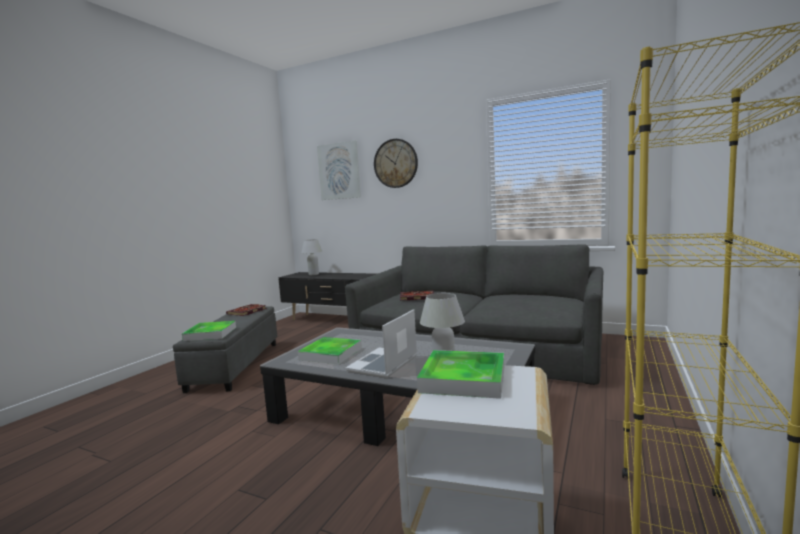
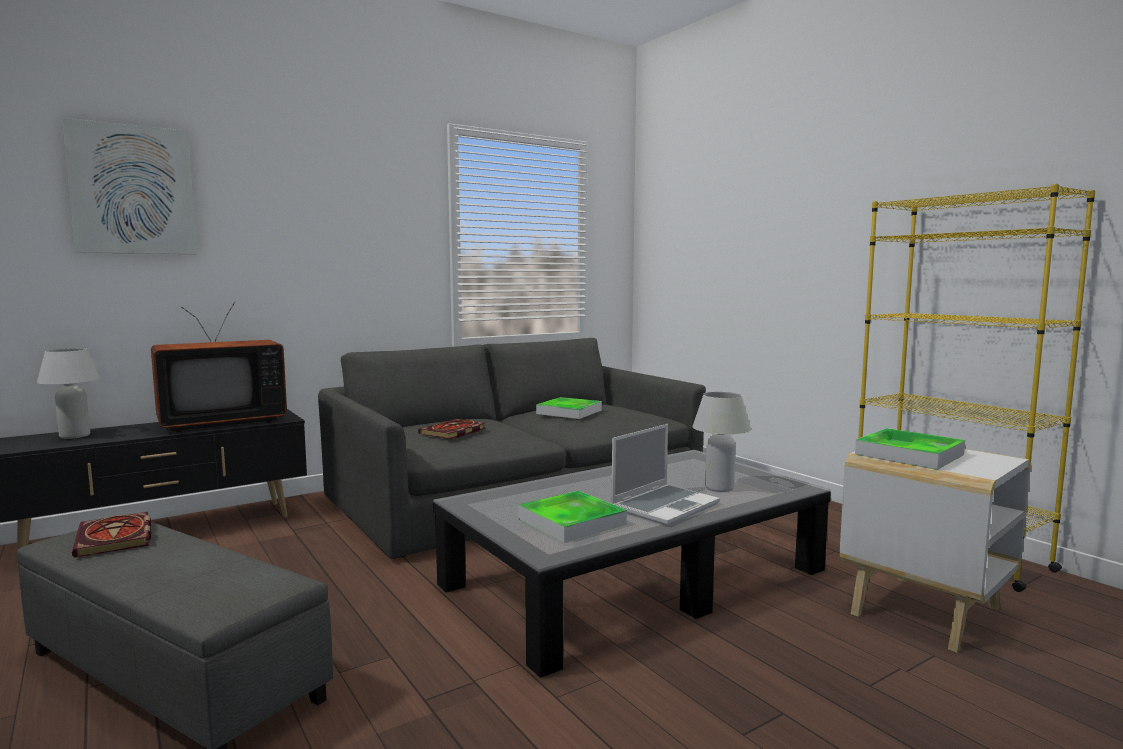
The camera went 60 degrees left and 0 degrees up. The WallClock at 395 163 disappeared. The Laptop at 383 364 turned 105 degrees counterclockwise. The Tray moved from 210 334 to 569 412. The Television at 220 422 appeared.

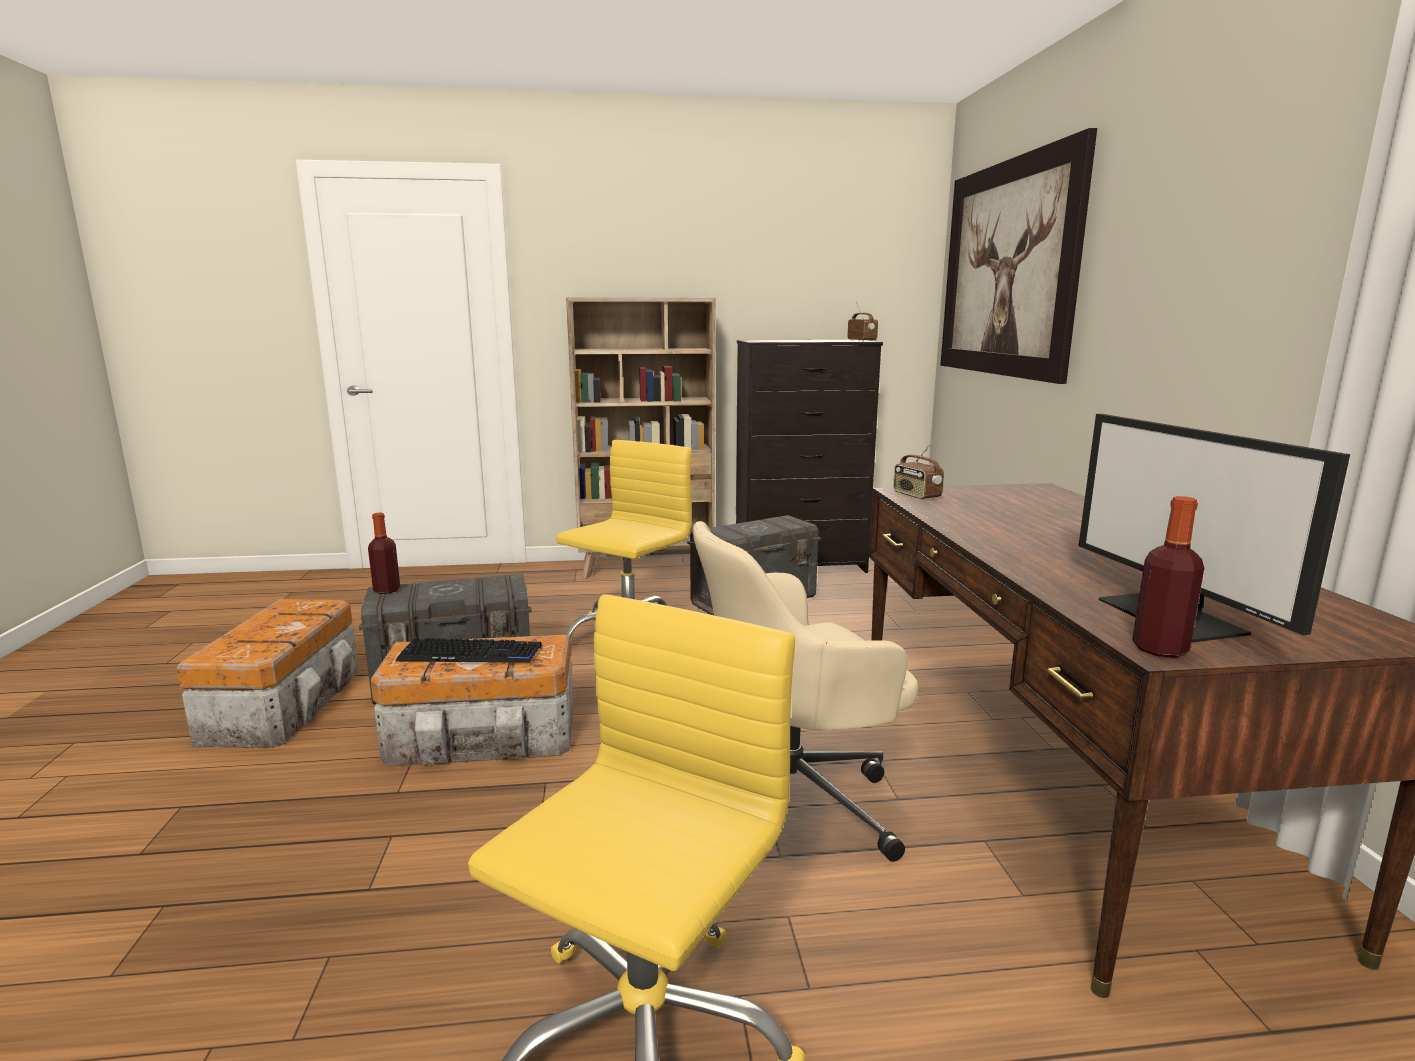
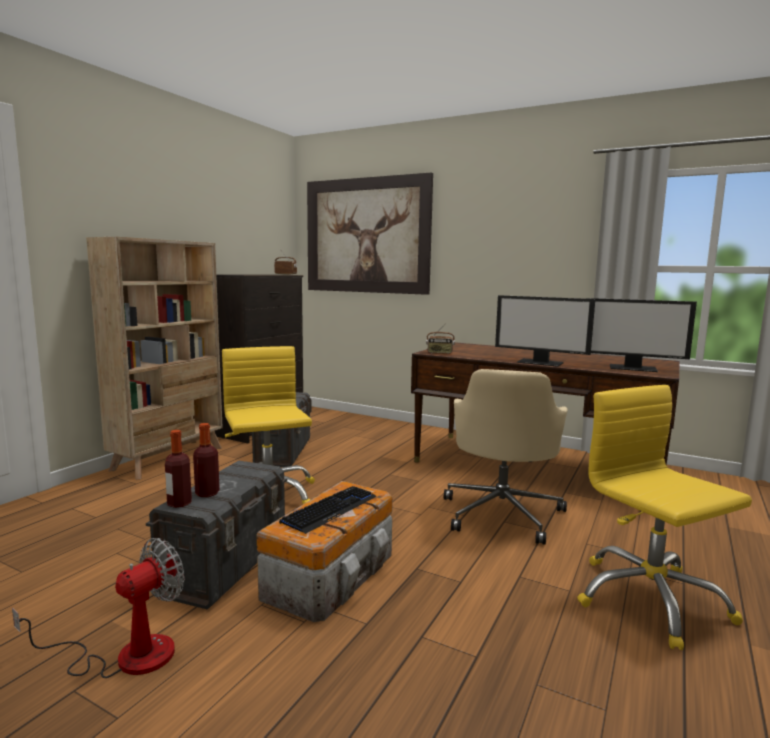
The camera went 55 degrees left and 5 degrees down. The Bottle moved from 1159 649 to 207 493. The StorageBox at 287 703 was replaced by the Fan at 126 655. The Monitor at 540 362 appeared.

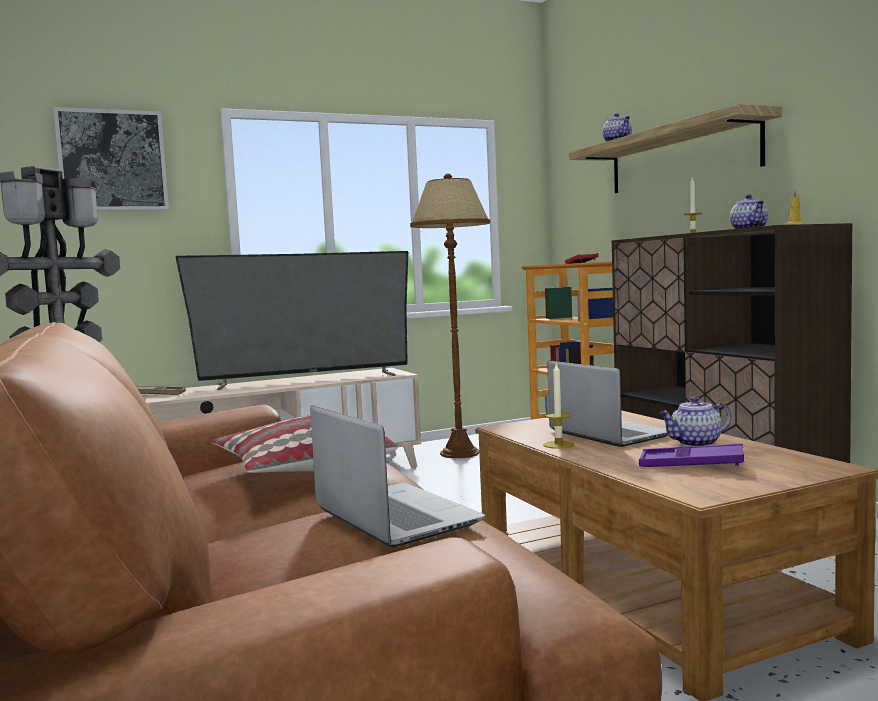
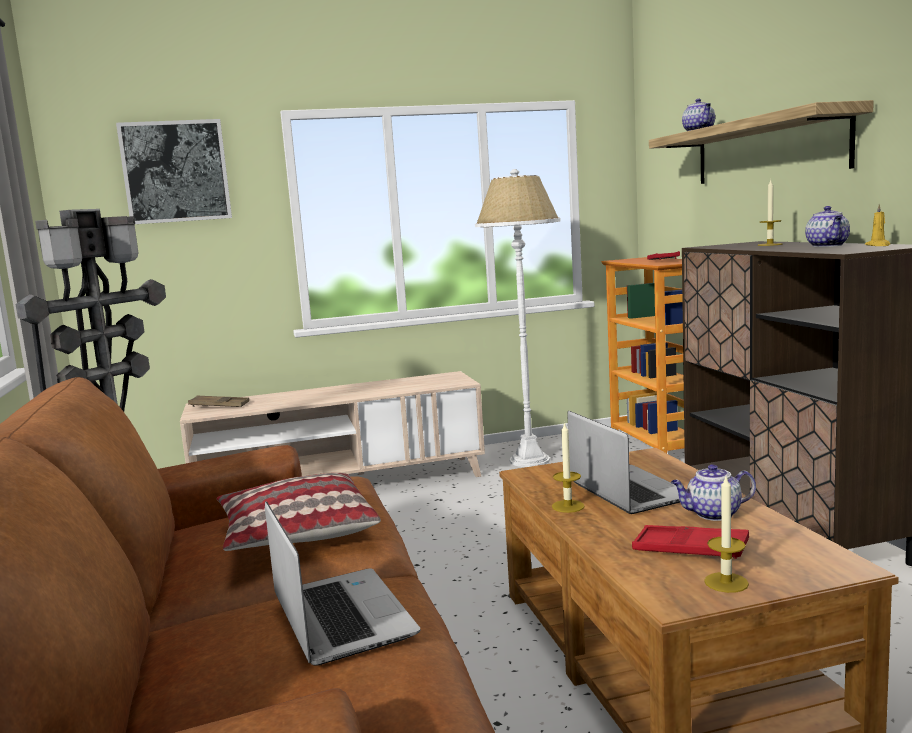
The camera went 10 degrees right and 5 degrees up. The BrownFloorLamp at 460 453 became the WhiteFloorLamp at 530 460. The Television at 306 380 disappeared. The PurpleTray at 691 464 became the RedTray at 690 549. The Candle at 726 582 appeared.

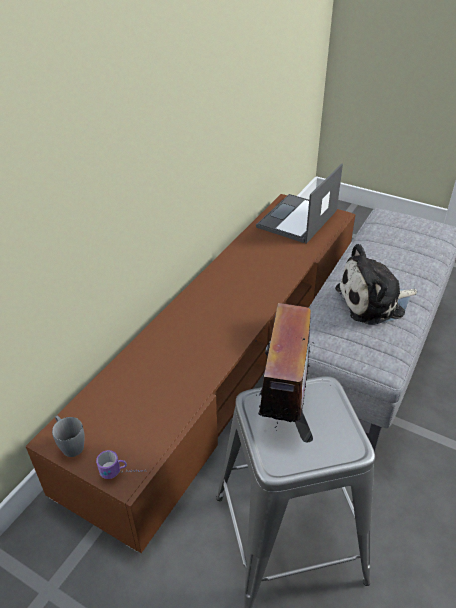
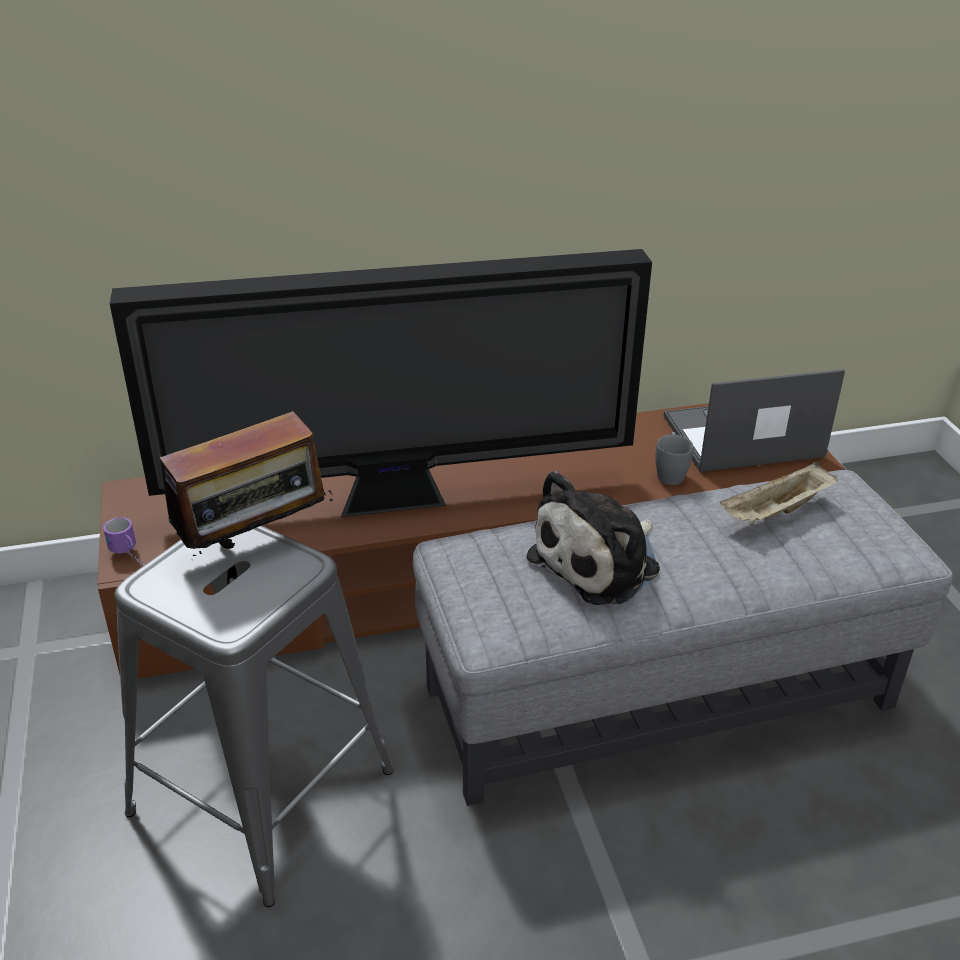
The camera went 45 degrees right and 5 degrees down. The PlushToy at 374 302 turned 75 degrees counterclockwise. The GreyMug moved from 70 444 to 670 473. The Television at 399 501 appeared. The BeigeTray at 776 513 appeared.

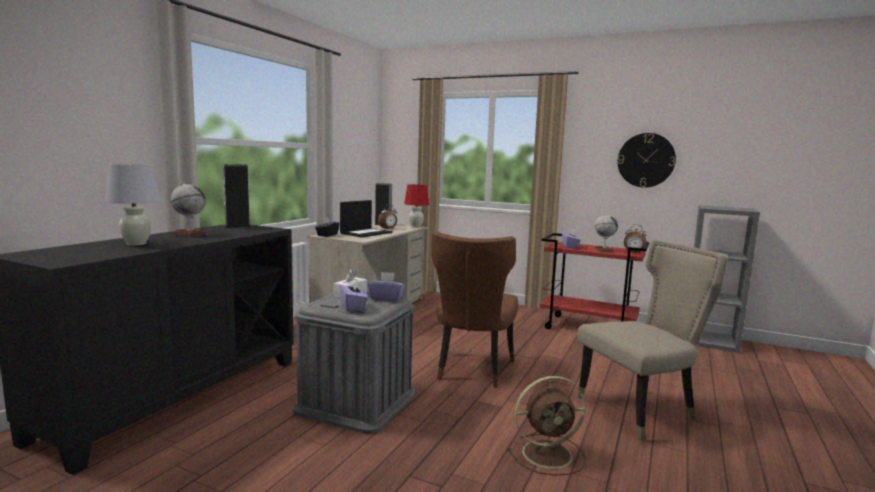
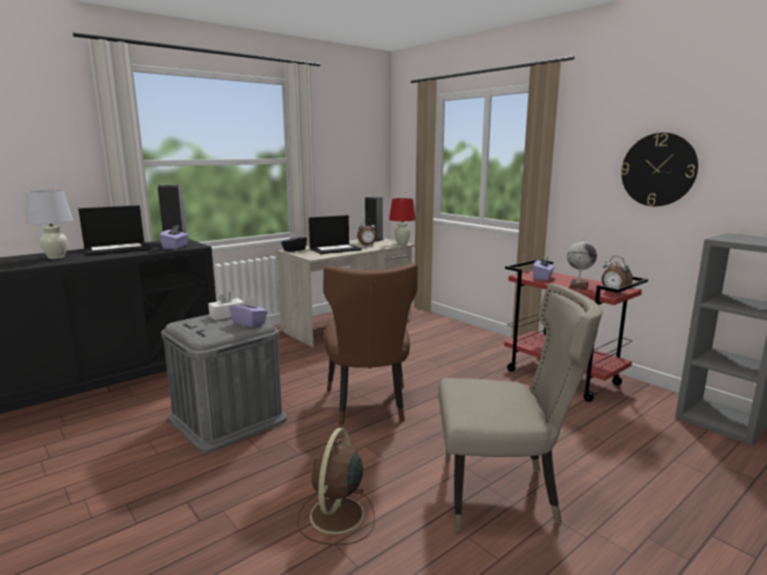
The camera went 25 degrees right and 5 degrees up. The Globe at 190 234 was replaced by the Laptop at 117 249. The BrownChair at 471 370 turned 45 degrees counterclockwise. The PurpleTissueBox moved from 353 307 to 175 247. The BrownFan at 549 454 turned 90 degrees clockwise.

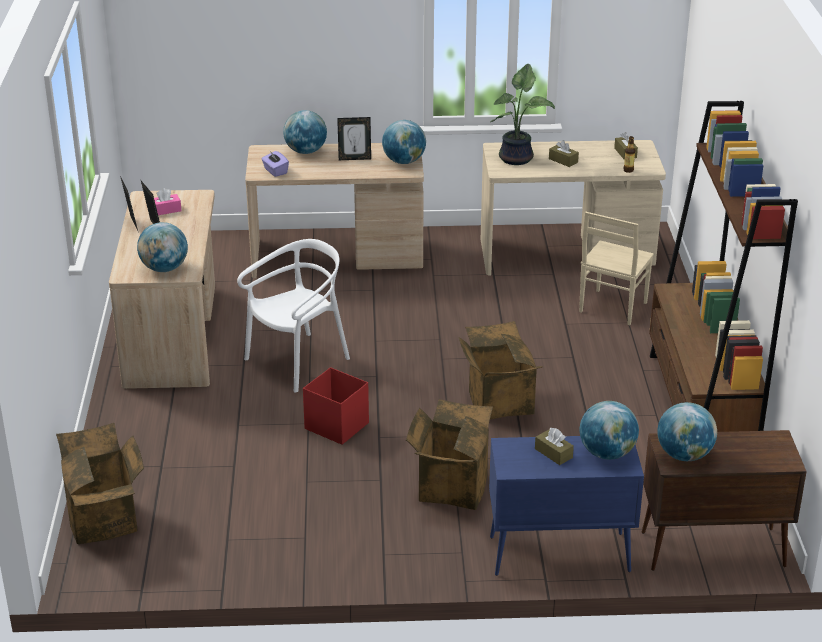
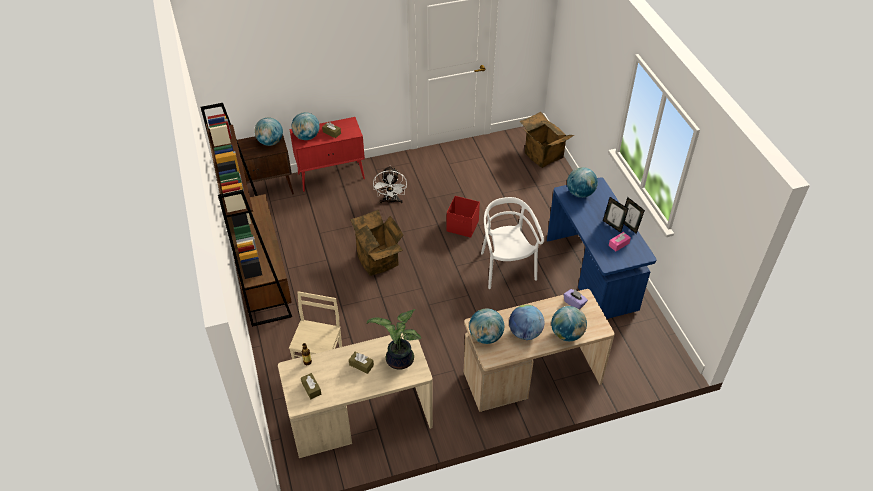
The camera went 165 degrees right and 15 degrees up. The PictureFrame at 354 158 was replaced by the Globe at 525 333. The BeigeDesk at 173 335 became the BlueDesk at 593 273. The WhiteChair at 298 362 turned 135 degrees clockwise. The CardboardBox at 449 487 was replaced by the WhiteFan at 391 201. The BlueCabinet at 558 554 became the RedCabinet at 332 176.

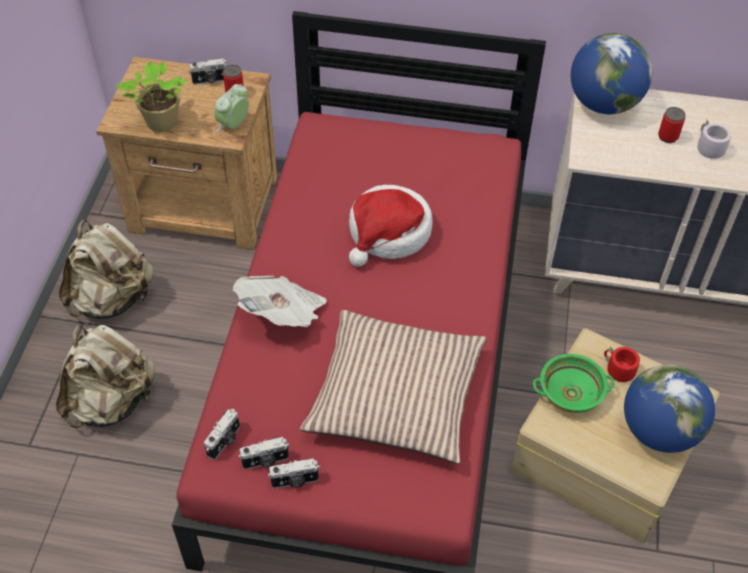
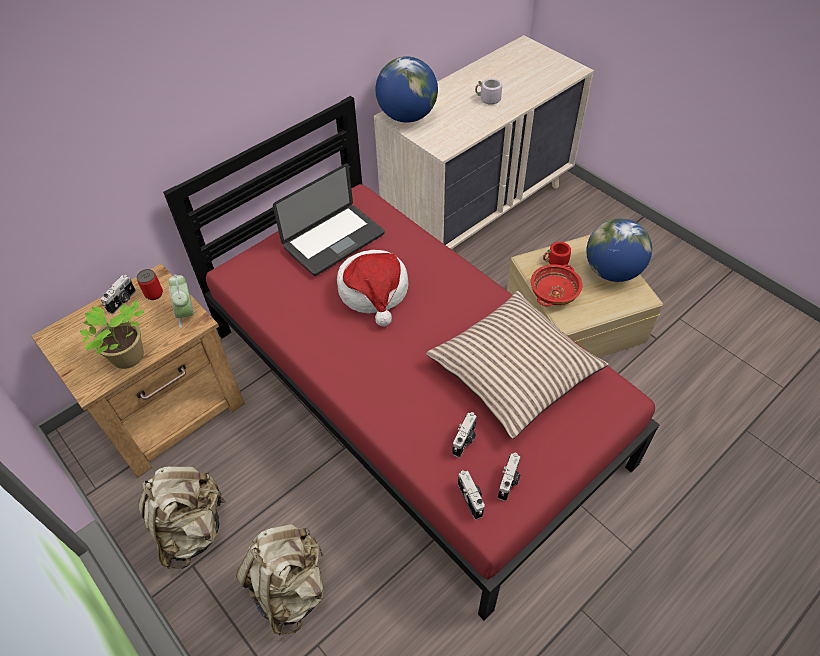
The camera went 50 degrees left and 0 degrees up. The Can at 668 136 disappeared. The Newspaper at 283 314 disappeared. The GreenBowl at 571 392 became the RedBowl at 554 293. The PhotoCamera moved from 295 481 to 465 441. The Laptop at 334 241 appeared.

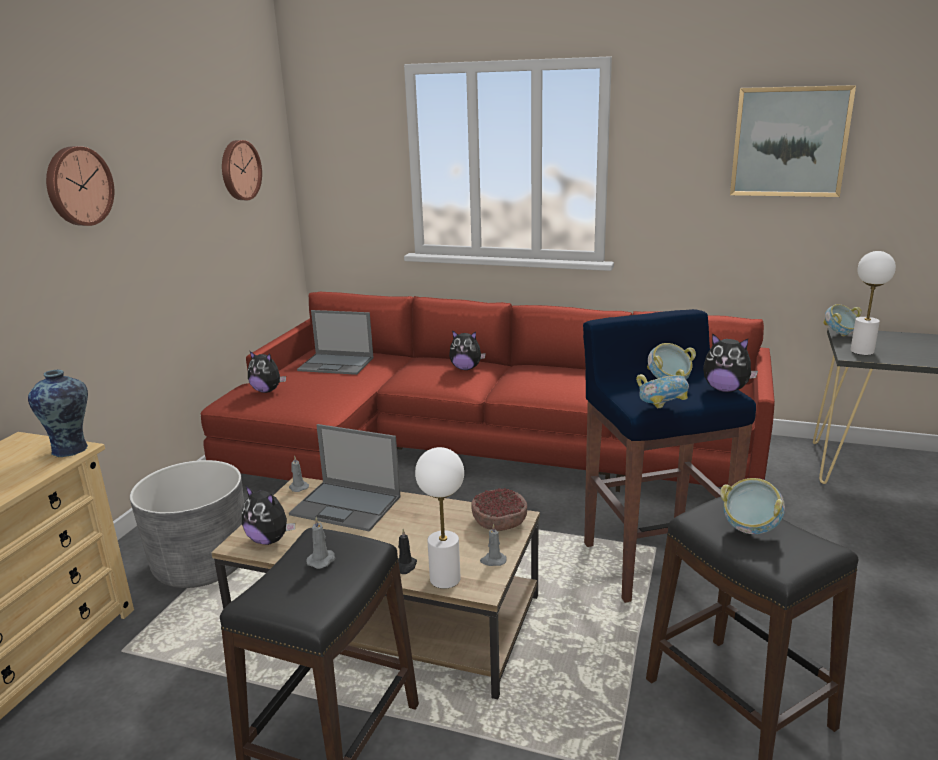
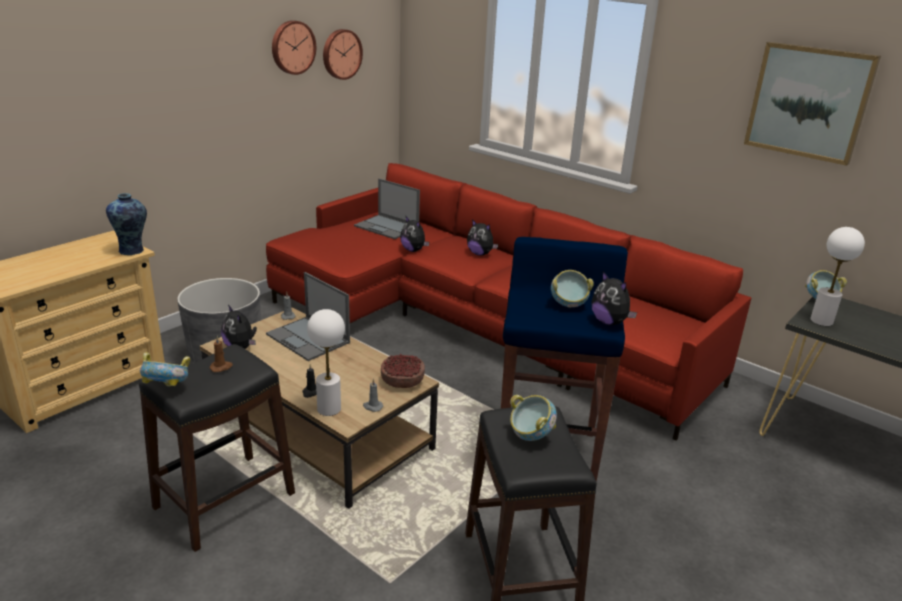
The camera went 20 degrees right and 5 degrees up. The WallClock moved from 77 186 to 292 47. The PlushToy moved from 267 390 to 413 250. The Bowl moved from 662 410 to 167 388. The GreyCandle at 322 560 became the BrownCandle at 221 367.

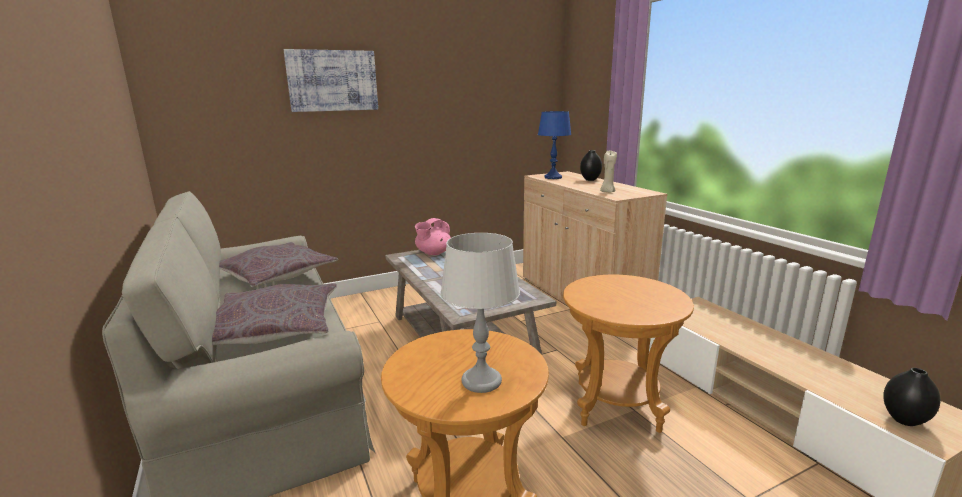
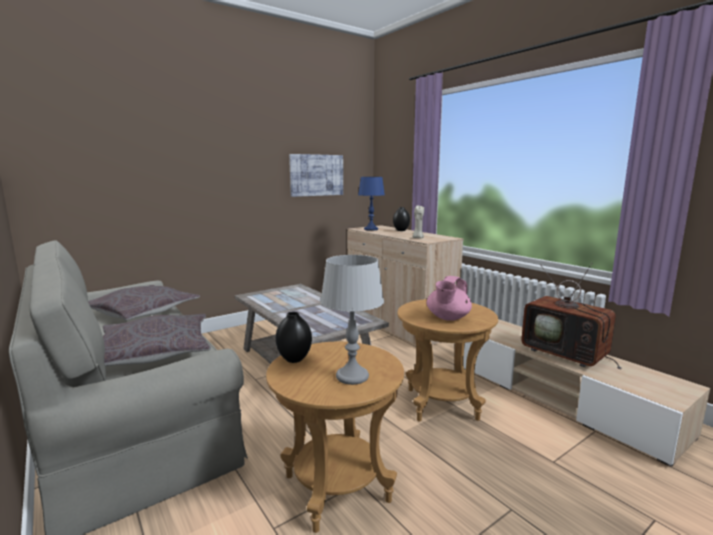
The camera went 10 degrees left and 5 degrees down. The Picture moved from 332 81 to 316 175. The PinkTeapot moved from 433 253 to 448 318. The BlackVase moved from 904 421 to 294 359. The Television at 567 354 appeared.

